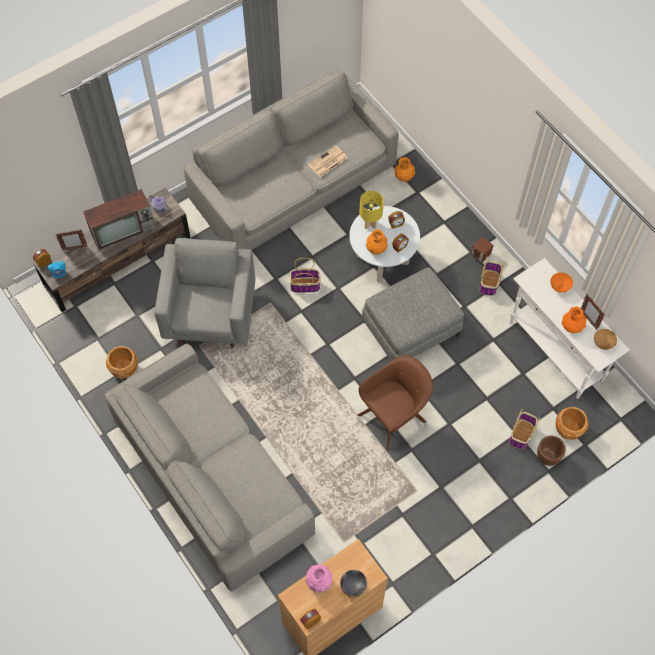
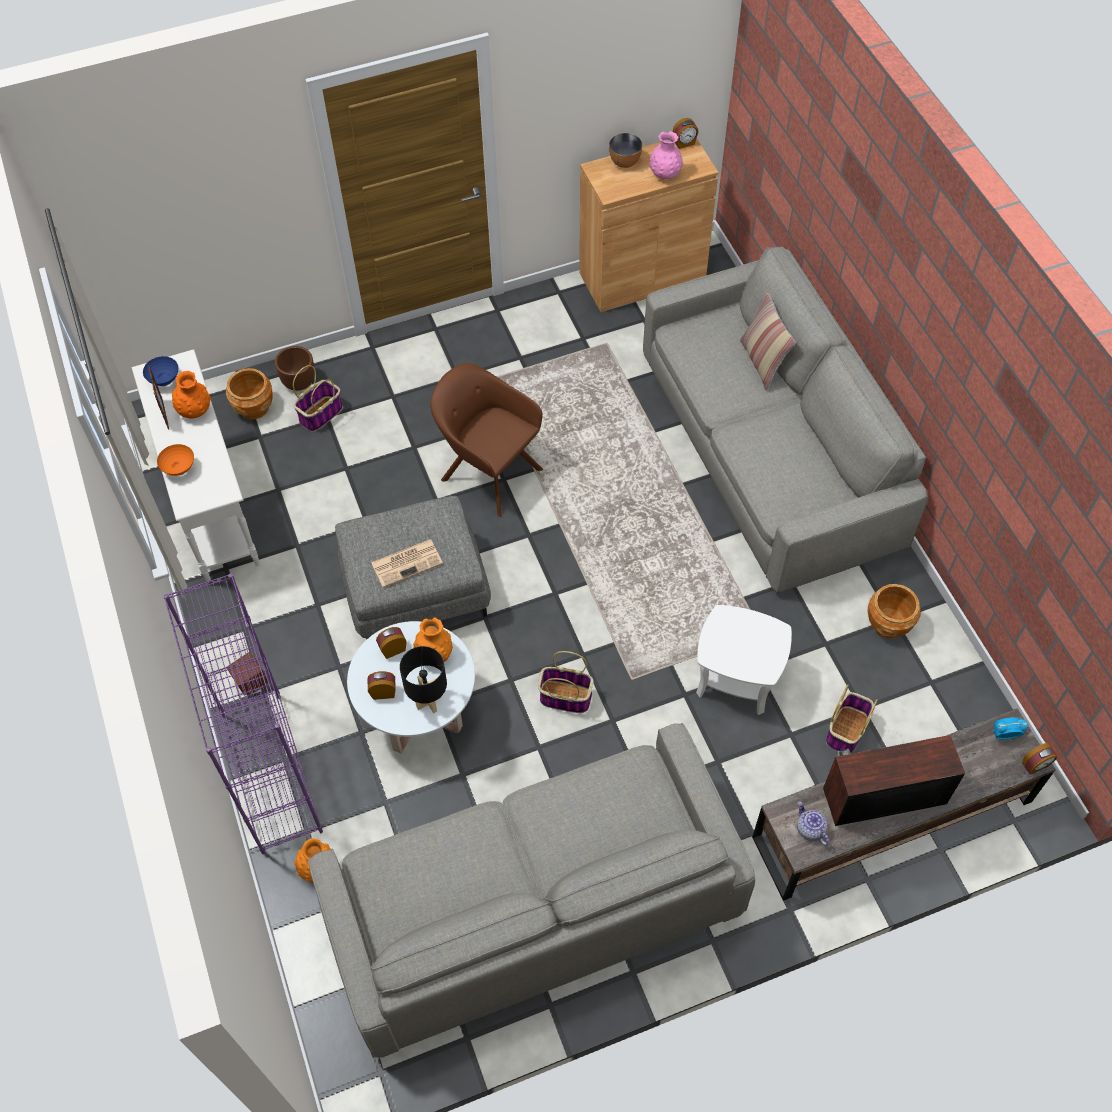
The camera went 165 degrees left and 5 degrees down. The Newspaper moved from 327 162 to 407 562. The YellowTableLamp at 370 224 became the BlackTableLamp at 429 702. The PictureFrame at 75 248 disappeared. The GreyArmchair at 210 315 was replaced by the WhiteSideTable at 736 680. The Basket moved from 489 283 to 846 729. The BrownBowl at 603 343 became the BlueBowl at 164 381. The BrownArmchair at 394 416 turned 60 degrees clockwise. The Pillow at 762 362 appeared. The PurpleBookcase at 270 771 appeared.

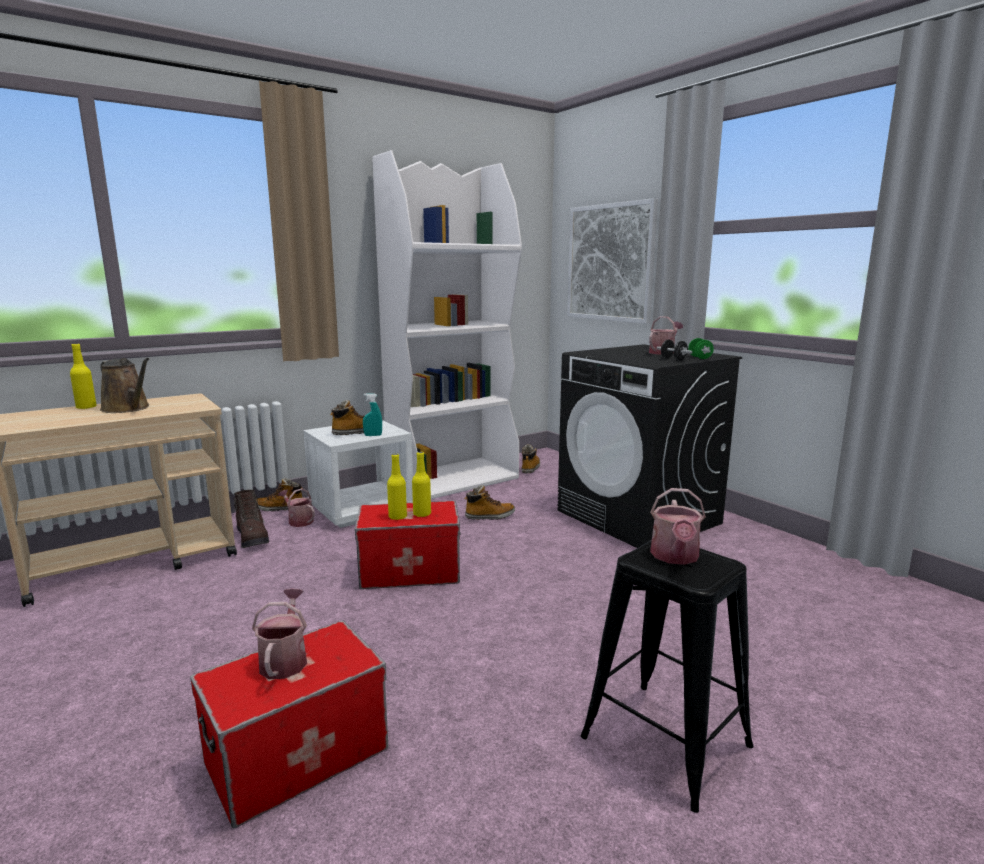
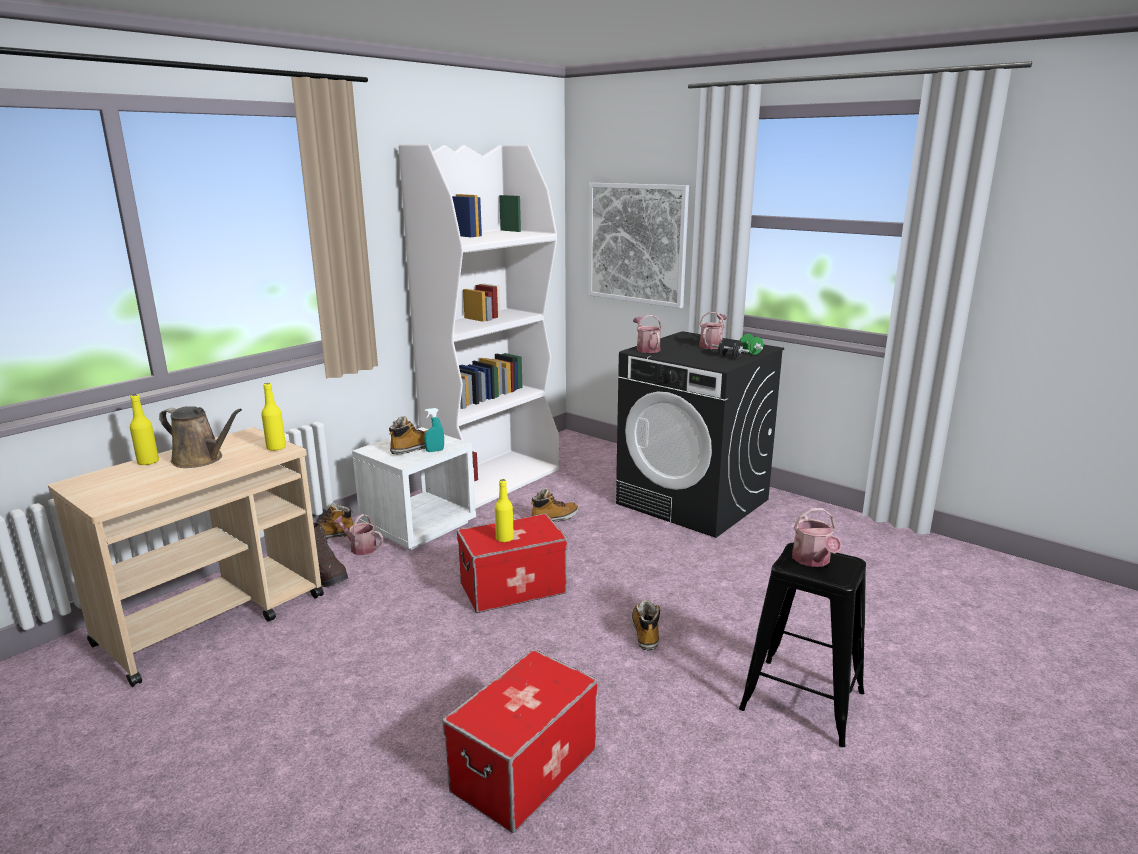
The camera went 15 degrees left and 5 degrees up. The Boot moved from 530 468 to 645 632. The YellowBottle moved from 422 514 to 276 448. The WateringCan moved from 285 659 to 646 349.

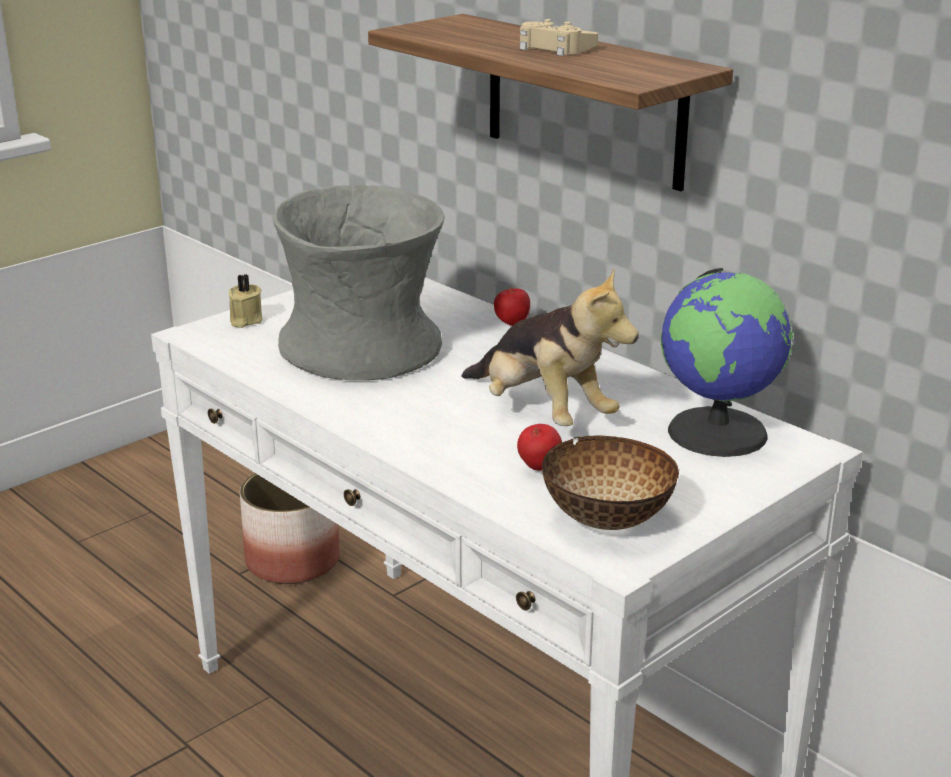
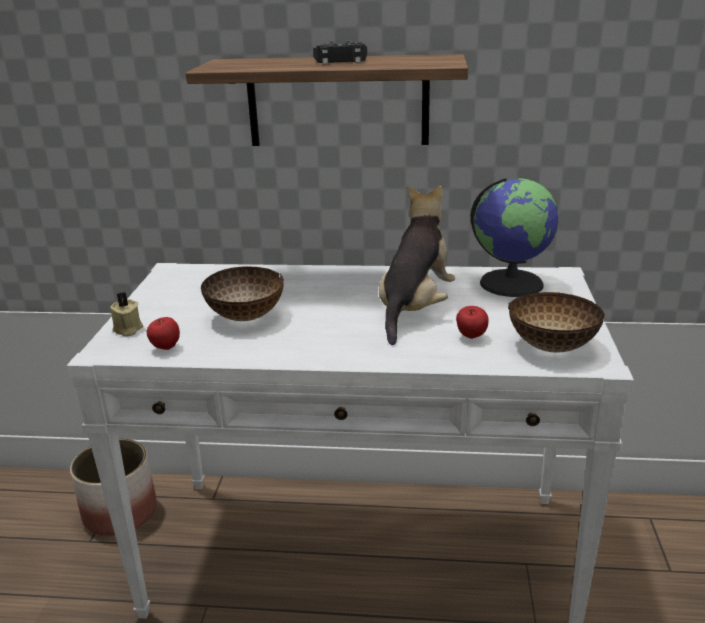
The camera went 40 degrees left and 0 degrees up. The BeigeGameController at 554 48 became the BlackGameController at 341 61. The GreyVase at 361 350 was replaced by the Bowl at 245 317. The PlushToy at 542 413 turned 75 degrees counterclockwise. The Apple moved from 511 324 to 165 348.

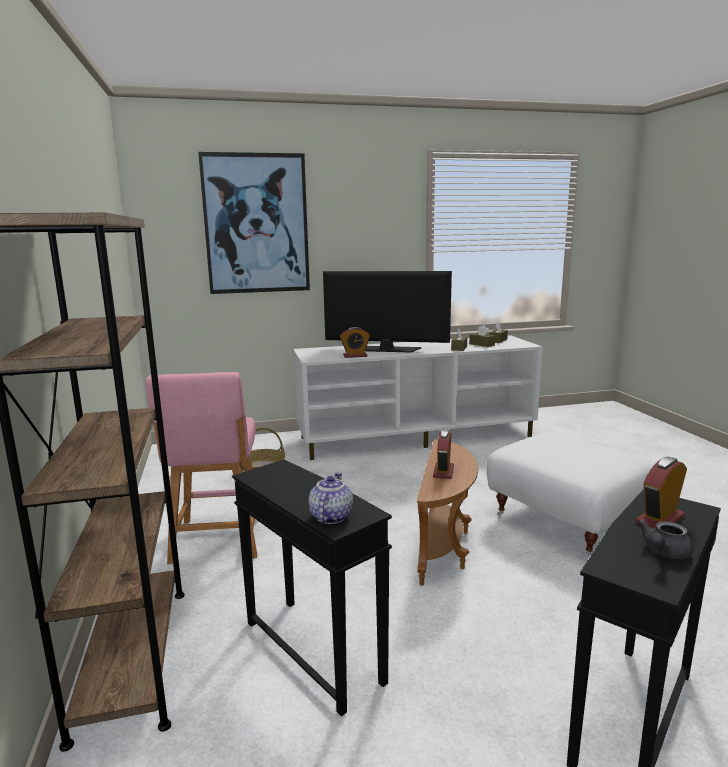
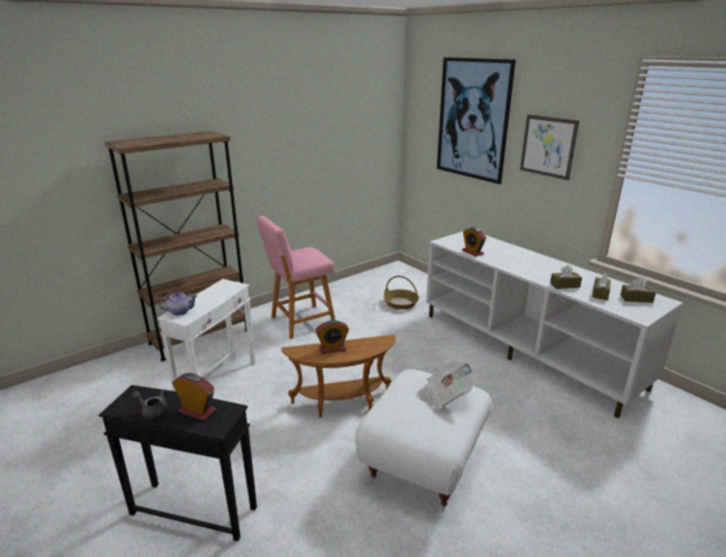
The camera went 65 degrees right and 10 degrees up. The Television at 386 349 disappeared. The BlackSideTable at 313 650 became the WhiteSideTable at 218 381. The Picture at 548 146 appeared. The Newspaper at 444 396 appeared.

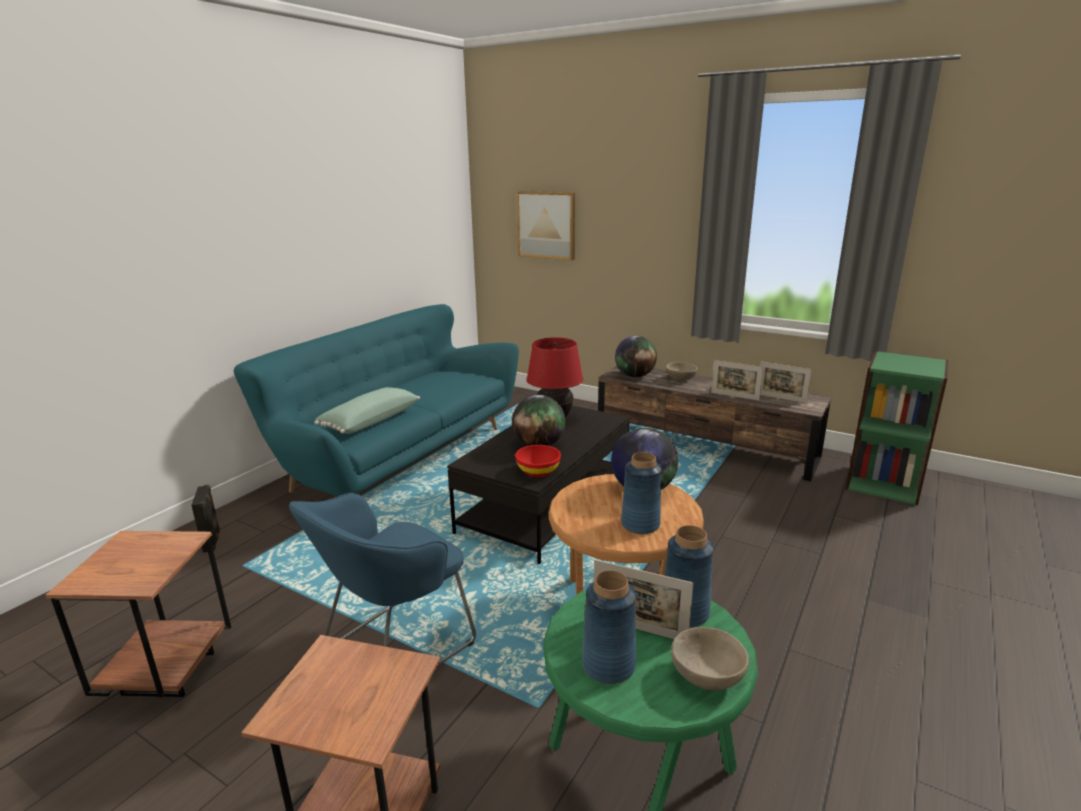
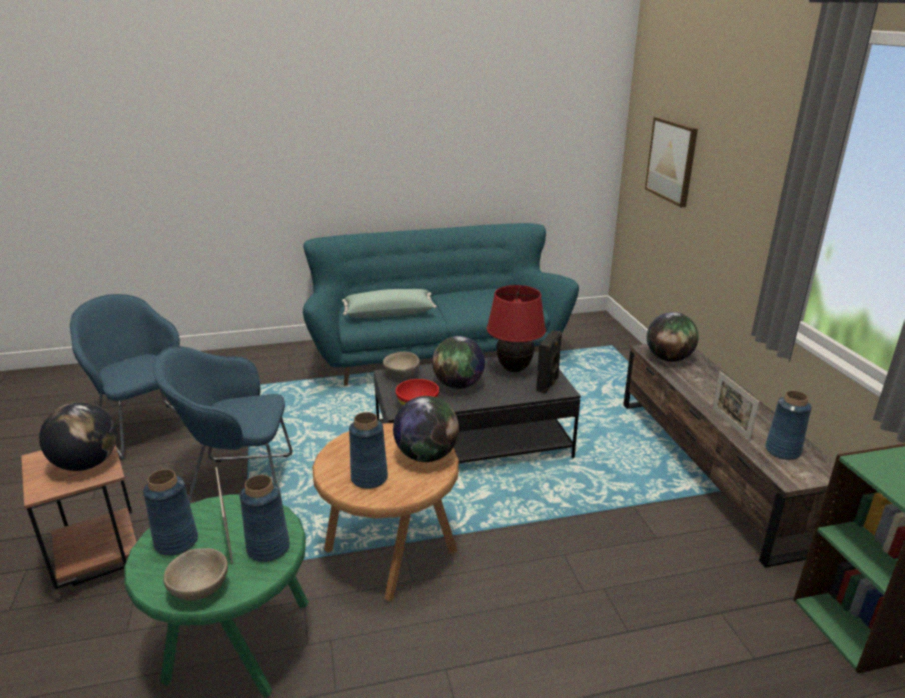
The camera went 45 degrees right and 5 degrees up. The BeigeBowl moved from 680 379 to 401 374. The PictureFrame at 781 398 was replaced by the BlueVase at 783 451. The BlackSpeaker moved from 212 541 to 548 384. The BrownSideTable at 166 674 was replaced by the BlueArmchair at 146 428. The Globe at 87 464 appeared.

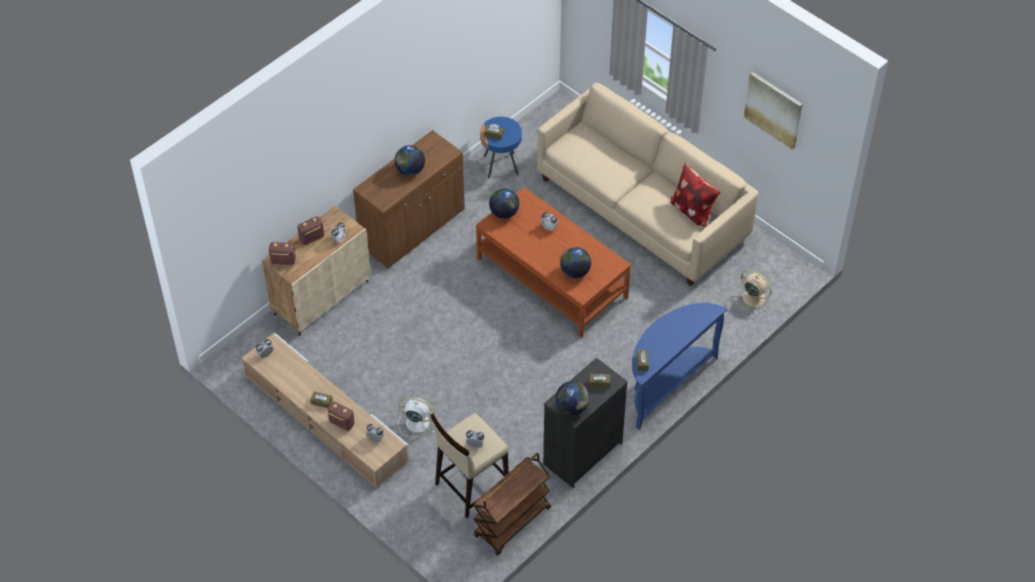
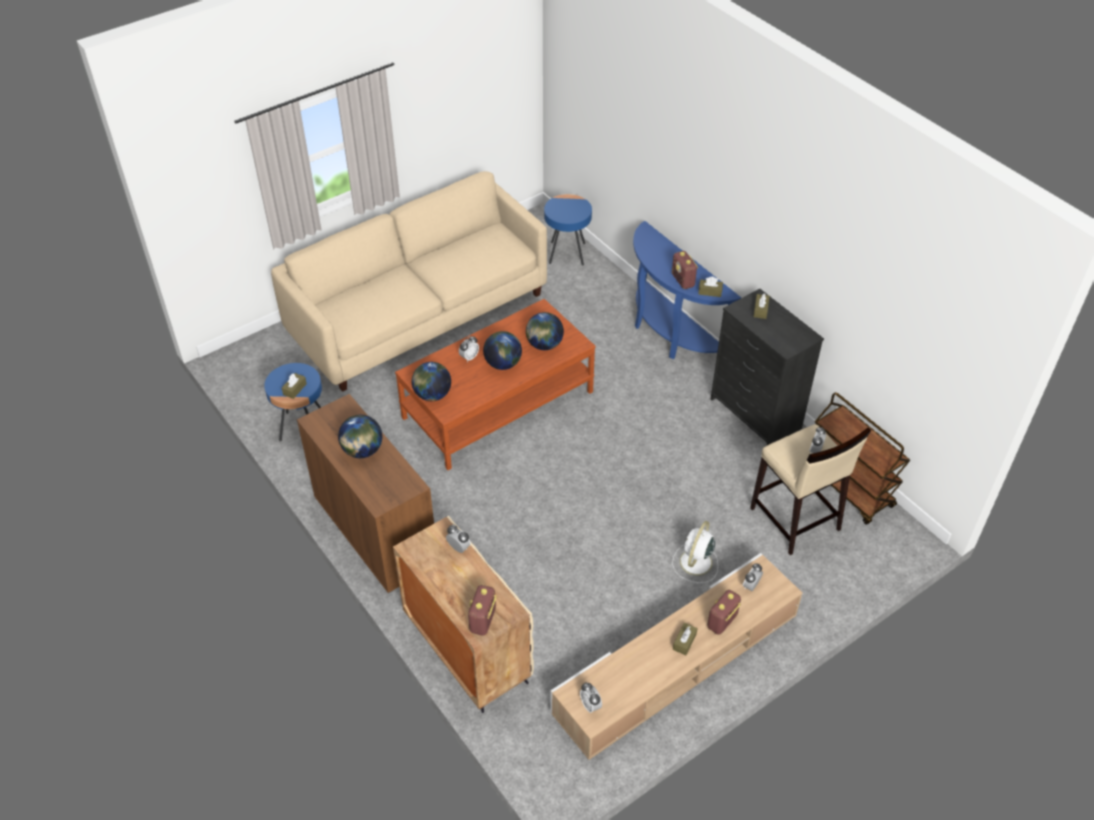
The camera went 80 degrees left and 5 degrees down. The Picture at 773 109 disappeared. The Pillow at 692 210 disappeared. The Radio moved from 311 238 to 683 281. The BeigeFan at 752 297 was replaced by the BlueSideTable at 567 253. The Globe moved from 572 407 to 503 363.

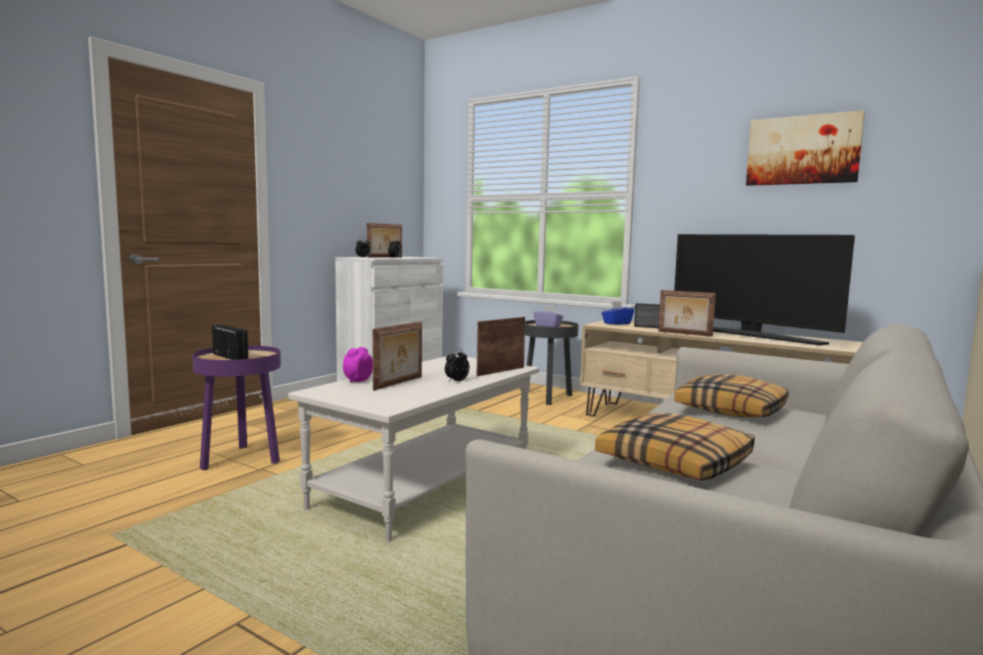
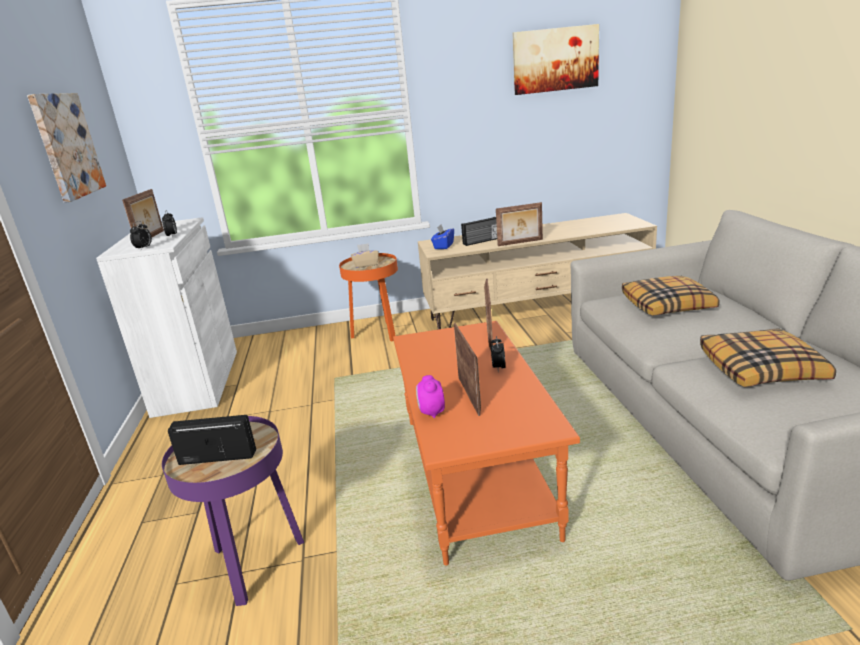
The camera went 40 degrees left and 15 degrees up. The Television at 751 335 disappeared. The PurpleTissueBox at 548 326 became the BeigeTissueBox at 366 265. The BlackSideTable at 547 397 became the OrangeSideTable at 378 333. The WhiteCoffeeTable at 426 486 became the OrangeCoffeeTable at 477 474. The Picture at 66 146 appeared.

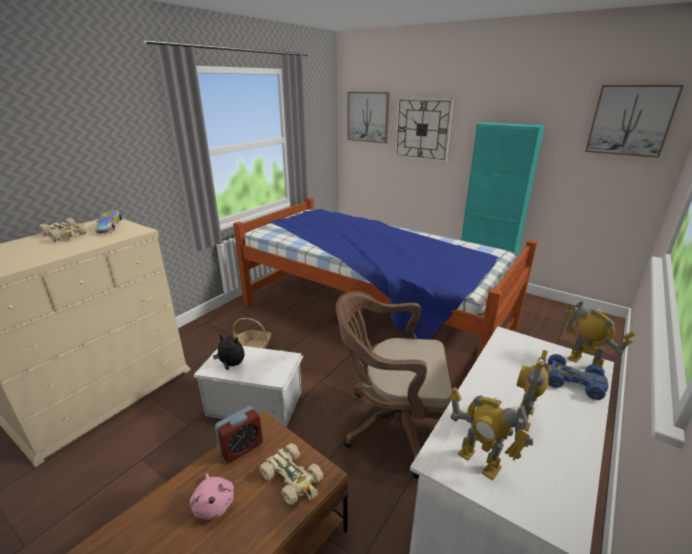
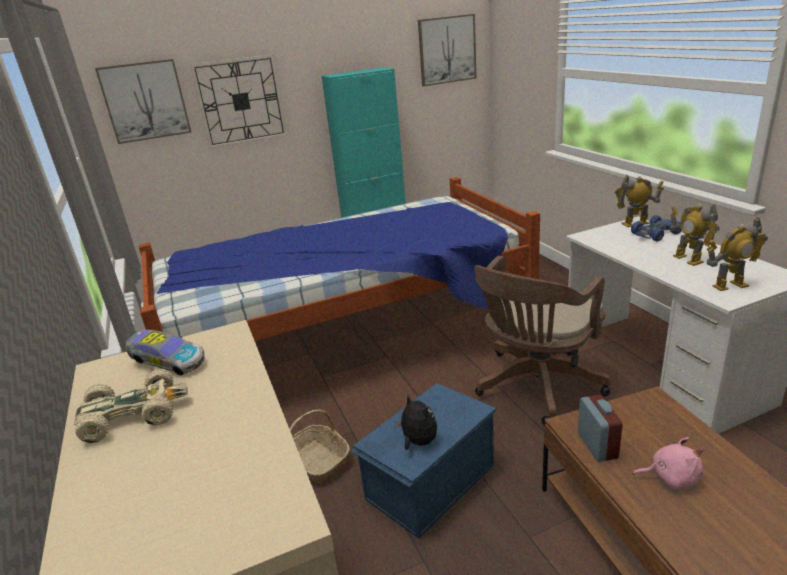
The camera went 55 degrees left and 0 degrees up. The PlushToy at 231 365 turned 90 degrees clockwise. The WhiteStorageBox at 255 402 became the BlueStorageBox at 428 481. The BeigeToyCar at 292 478 disappeared.

